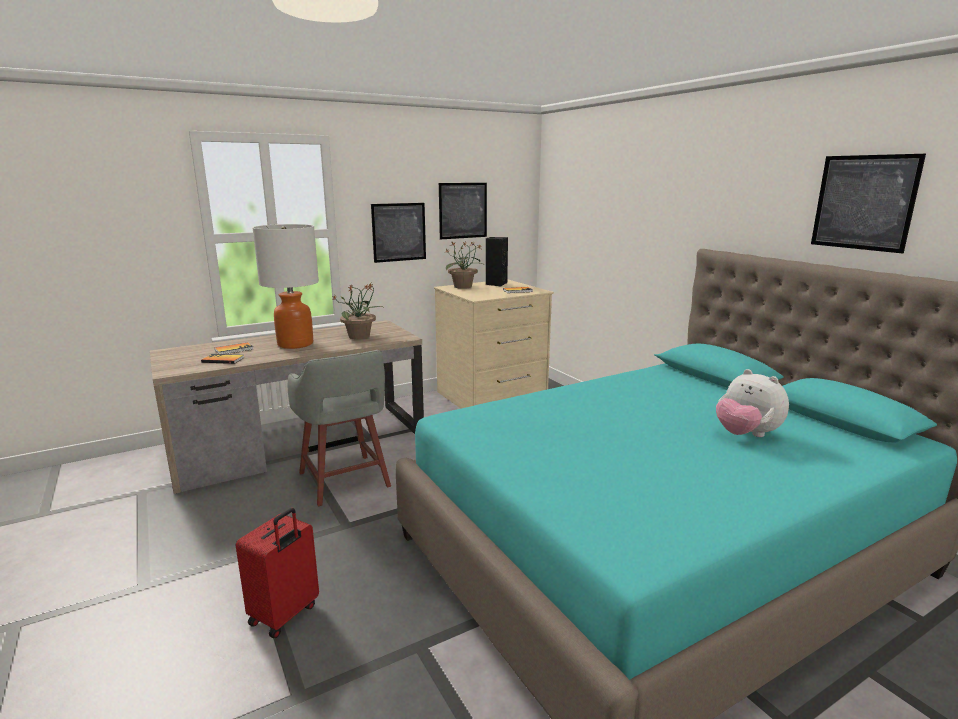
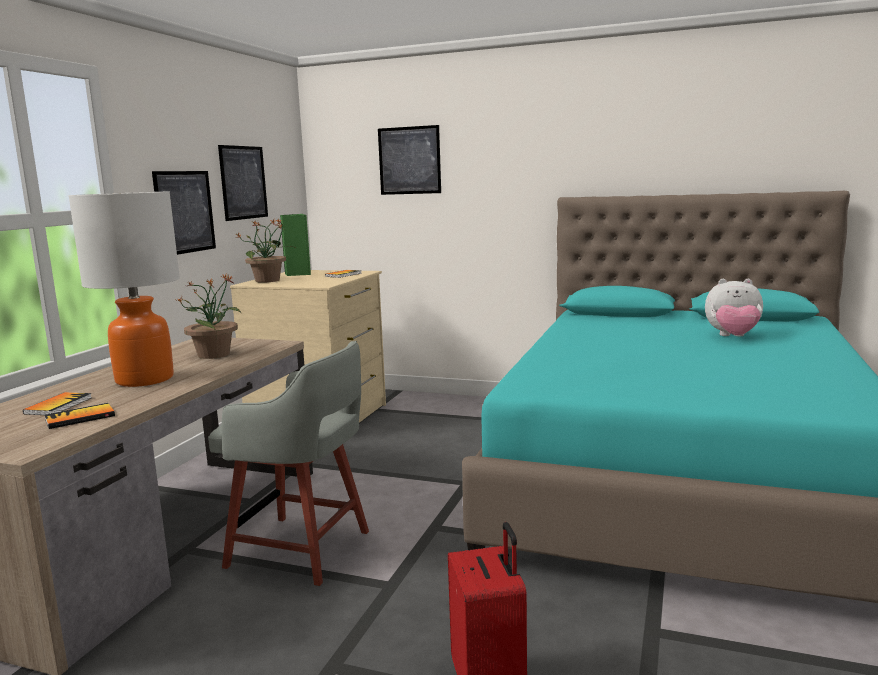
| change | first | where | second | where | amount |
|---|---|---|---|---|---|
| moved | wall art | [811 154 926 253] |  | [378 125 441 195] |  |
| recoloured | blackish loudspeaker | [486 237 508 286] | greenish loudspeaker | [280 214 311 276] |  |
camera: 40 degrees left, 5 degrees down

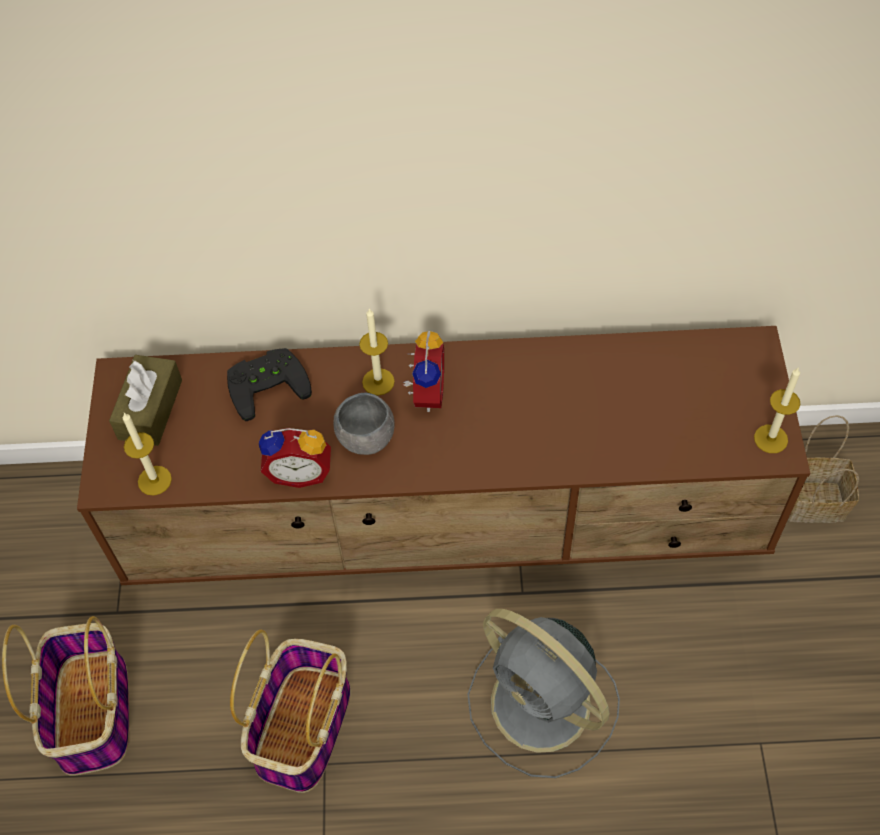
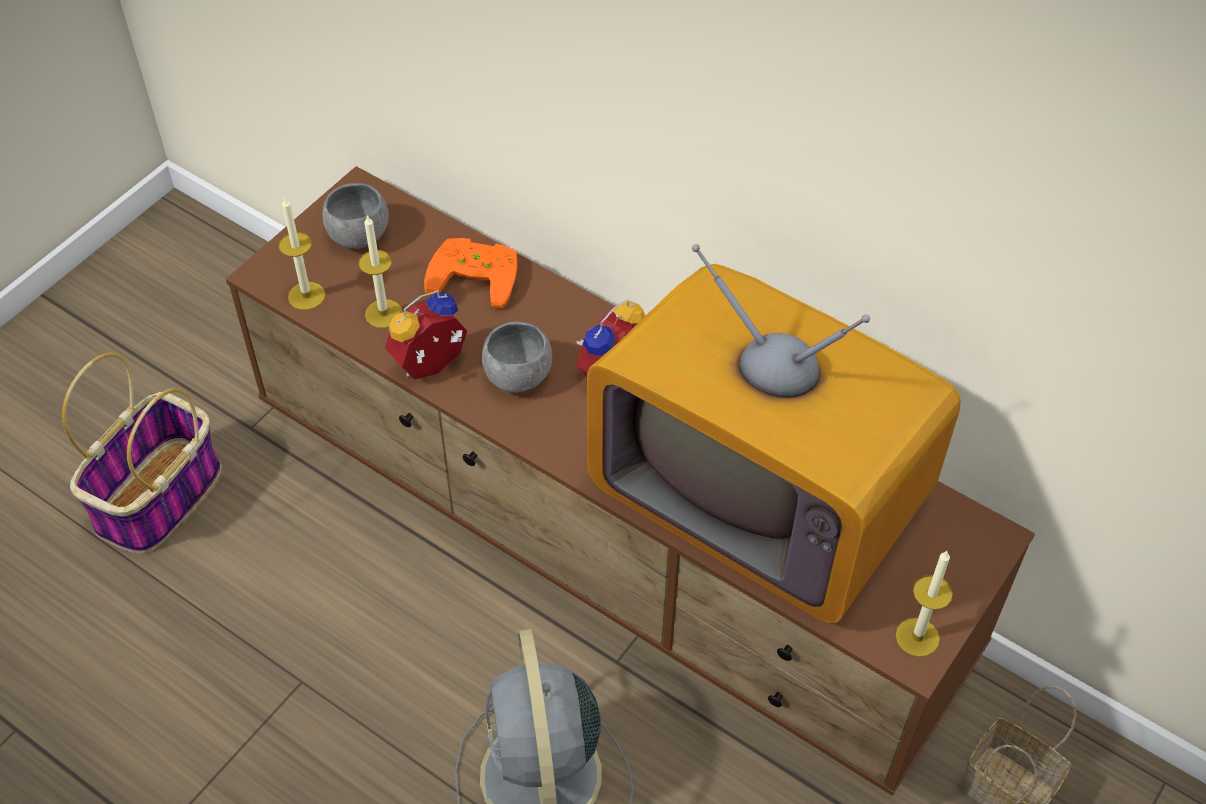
| change | first | where | second | where | amount |
|---|---|---|---|---|---|
| moved | wax candle | [359 308 395 396] |  | [359 215 403 328] |  |
| recoloured | blackish game controller | [227 348 312 421] | orange-coloured game controller | [424 238 517 309] |  |
| replaced | brown tissue holder | [109 355 182 446] | gray deep dish | [322 183 389 249] |  |
| turned | table clock | [259 428 331 488] |  | [385 290 467 380] | 105 degrees clockwise |
| removed | household basket | [230 630 351 793] |  |  |  |
| added |  |  | television | [587 244 960 623] |  |
camera: 35 degrees right, 5 degrees down

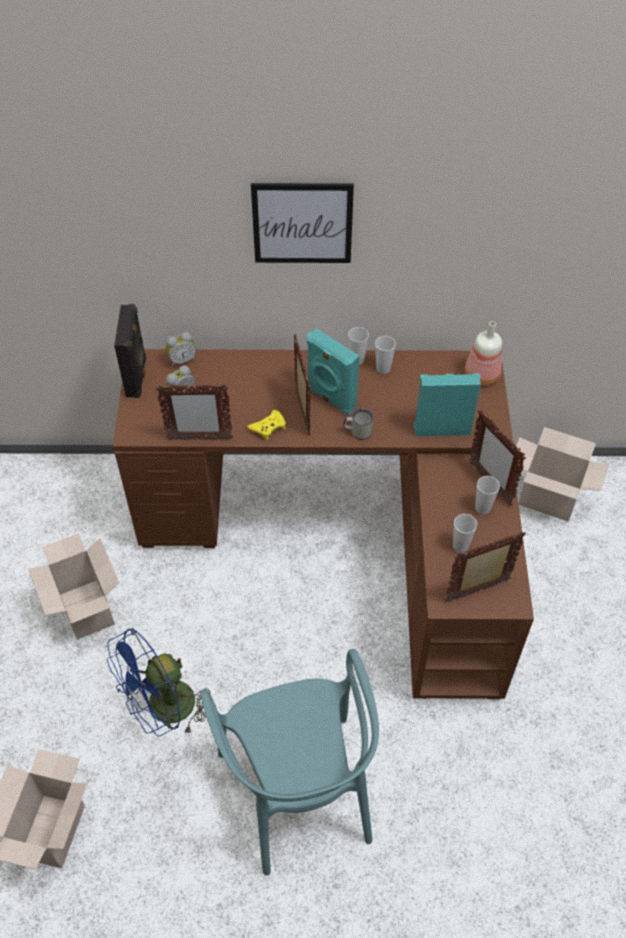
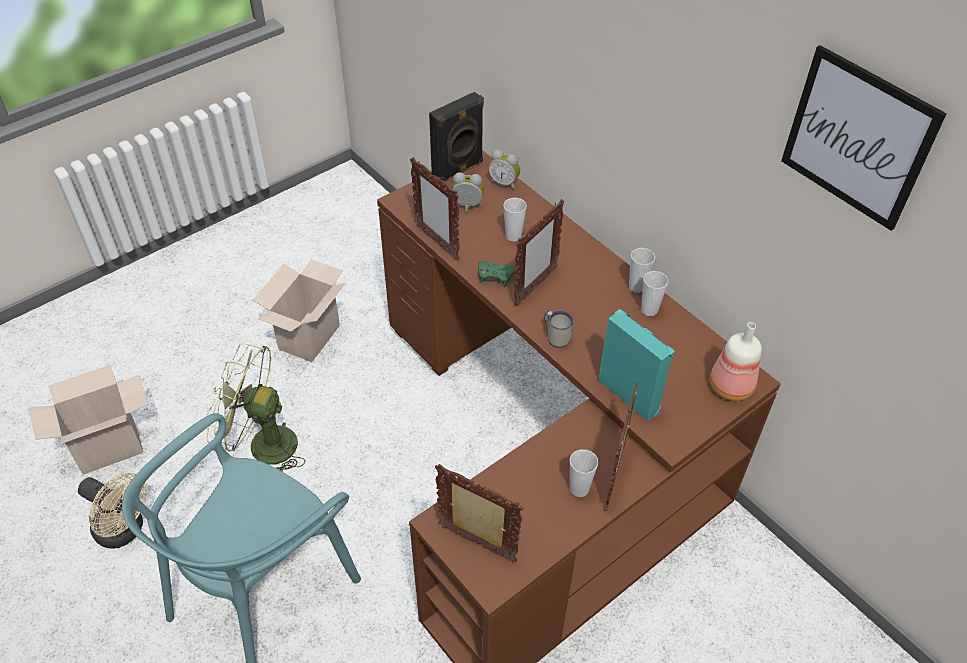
| change | first | where | second | where | amount |
|---|---|---|---|---|---|
| moved | wall art | [251 183 354 263] |  | [781 45 947 231] |  |
| removed | turquoise loudspeaker | [307 328 359 415] |  |  |  |
| recoloured | yellow game controller | [247 410 286 440] | greenish game controller | [478 261 516 286] |  |
| removed | carton | [516 427 610 521] |  |  |  |
| moved | cup | [453 514 477 553] |  | [503 198 527 242] |  |
| recoloured | bluish fan | [107 628 211 736] | greenish fan | [206 343 305 472] |  |
| added |  |  | sand-coloured fan | [78 473 147 549] |  |
camera: 50 degrees right, 5 degrees down

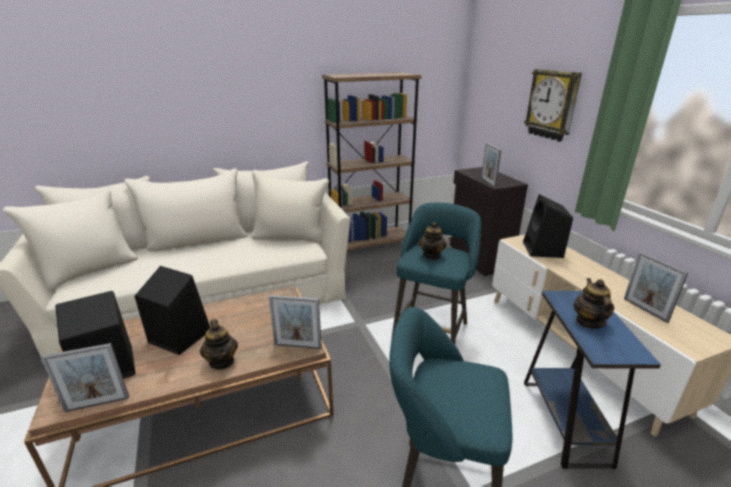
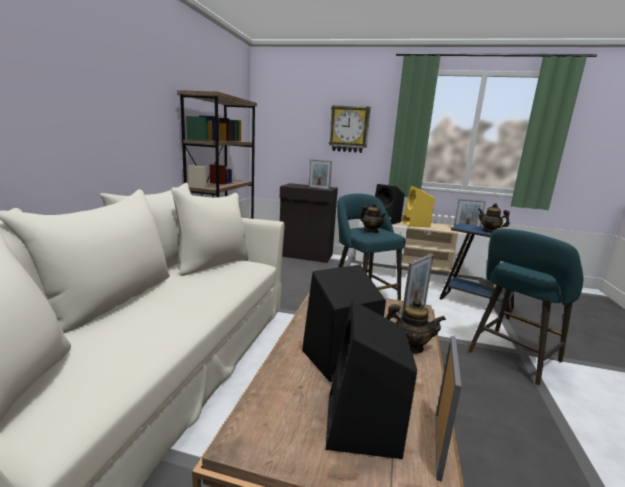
| change | first | where | second | where | amount |
|---|---|---|---|---|---|
| added |  |  | yellow loudspeaker | [402 186 435 227] |  |
camera: 55 degrees left, 10 degrees down

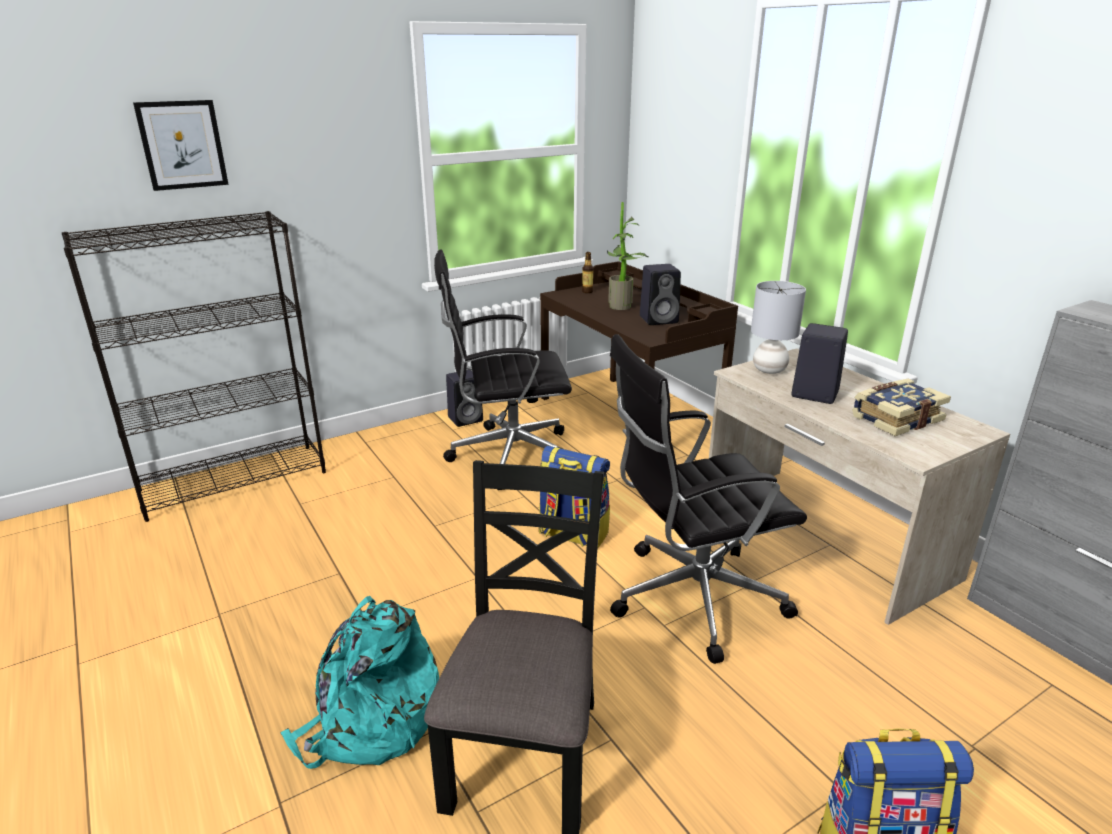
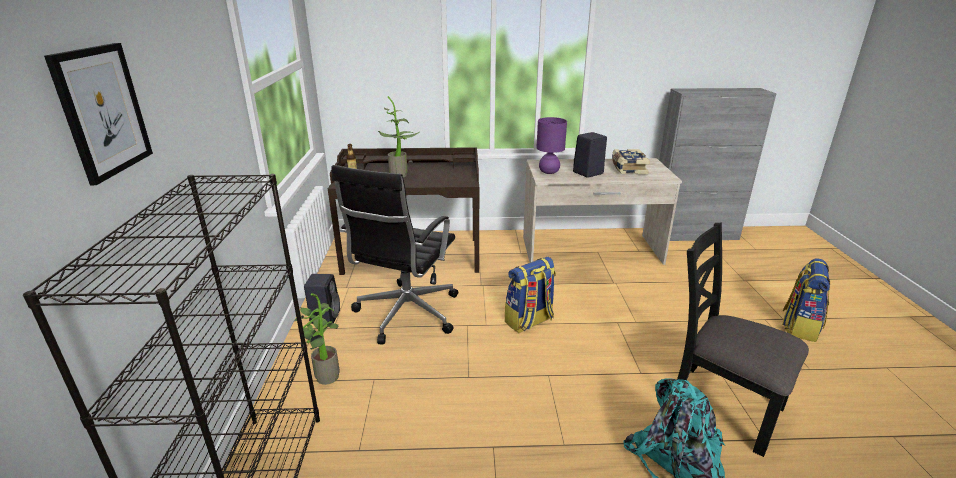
| change | first | where | second | where | amount |
|---|---|---|---|---|---|
| removed | blackish loudspeaker | [640 264 681 325] |  |  |  |
| recoloured | gray tabletop lamp | [751 281 806 374] | purple tabletop lamp | [536 117 567 174] |  |
| removed | blackish desk chair | [610 334 807 664] |  |  |  |
| added |  |  | potted plant | [294 293 340 385] |  |
camera: 60 degrees left, 0 degrees up

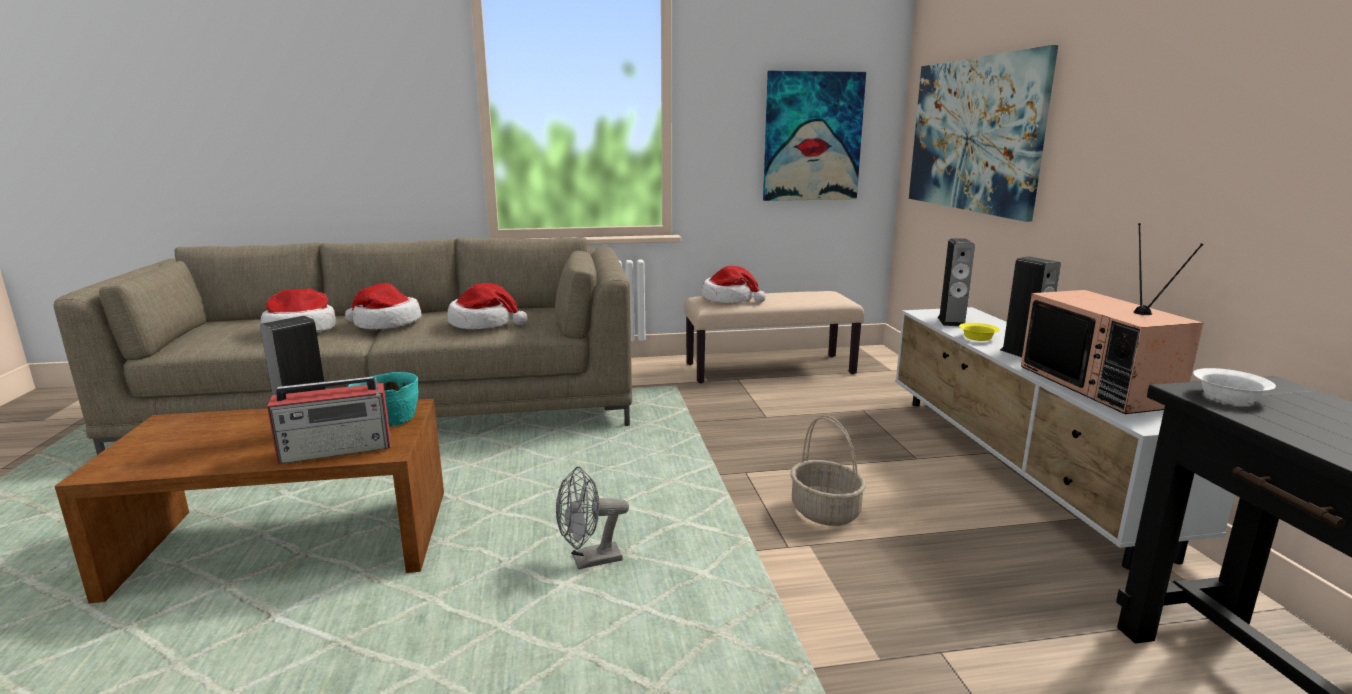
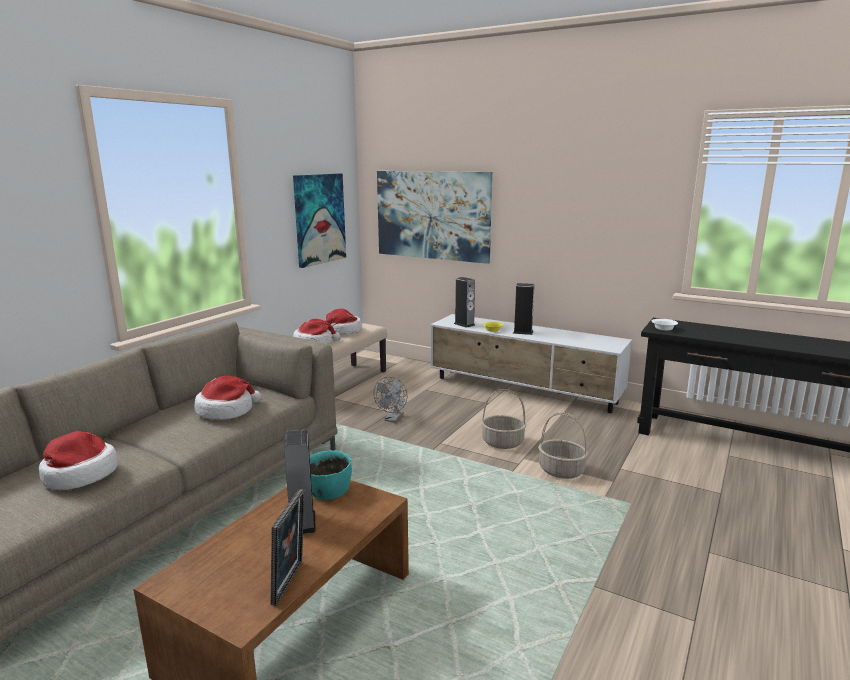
| change | first | where | second | where | amount |
|---|---|---|---|---|---|
| removed | television | [1021 223 1204 414] |  |  |  |
| moved | wearable hat | [345 283 422 329] |  | [325 309 362 335] |  |
| removed | radio set | [267 376 391 464] |  |  |  |
| moved | gray fan | [556 466 629 569] |  | [374 377 407 423] |  |
| added |  |  | household basket | [538 412 588 479] |  |
| added |  |  | photo frame | [271 489 305 606] |  |
camera: 50 degrees left, 0 degrees up

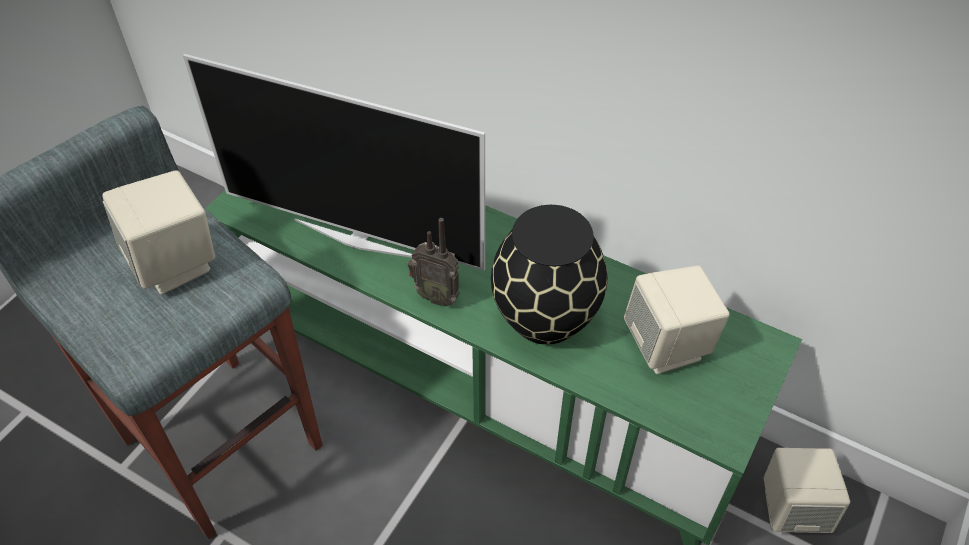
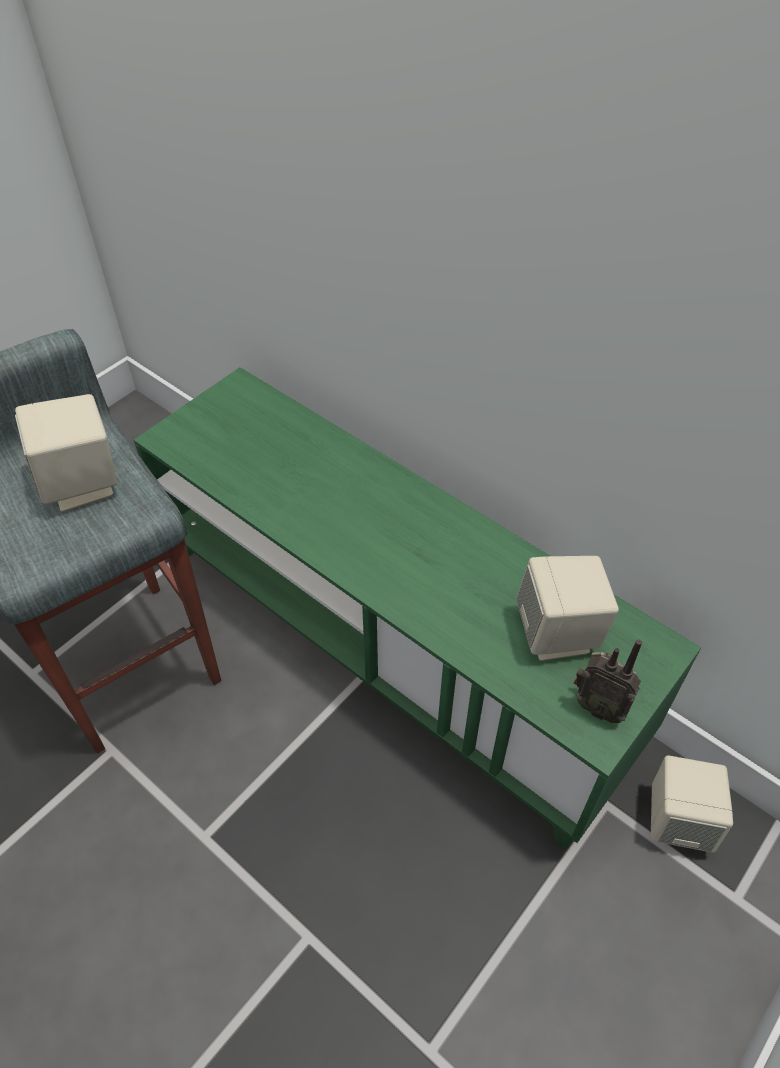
| change | first | where | second | where | amount |
|---|---|---|---|---|---|
| removed | television | [183 54 485 271] |  |  |  |
| removed | blackish decorative vase | [491 205 607 345] |  |  |  |
| moved | radio set | [408 218 460 306] |  | [574 639 642 723] |  |
camera: 10 degrees right, 0 degrees up

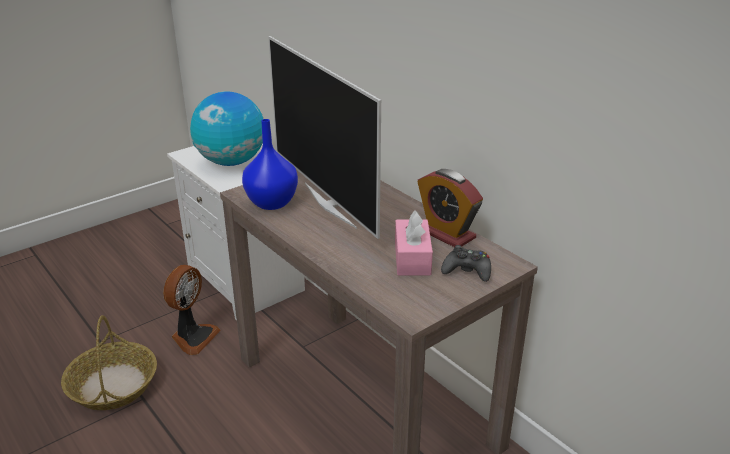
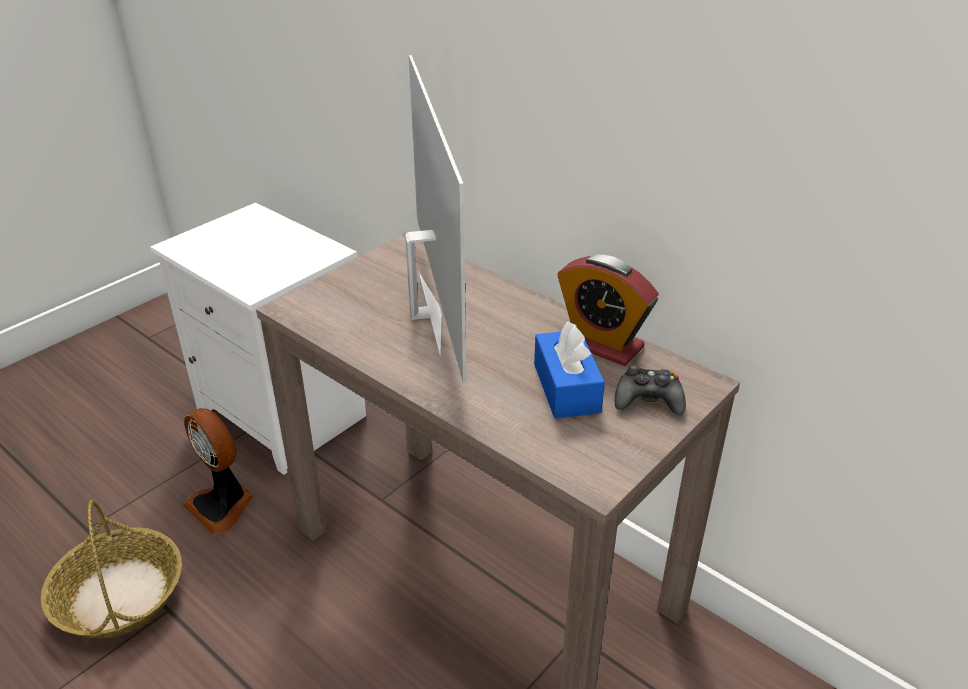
| change | first | where | second | where | amount |
|---|---|---|---|---|---|
| turned | television | [268 36 381 239] |  | [405 55 467 383] | 150 degrees counterclockwise |
| removed | world globe | [190 91 263 166] |  |  |  |
| removed | bluish decorative vase | [242 119 298 210] |  |  |  |
| recoloured | pinkish tissue holder | [395 210 433 275] | bluish tissue holder | [534 321 605 419] |  |
| turned | fan | [163 265 221 355] |  | [183 408 253 535] | 120 degrees clockwise |
camera: 10 degrees left, 5 degrees up

